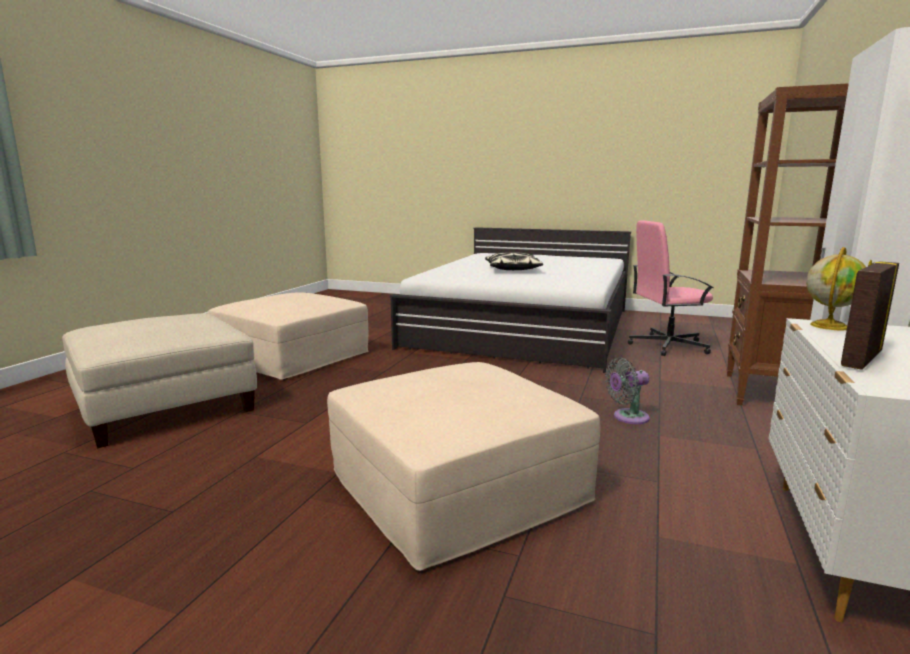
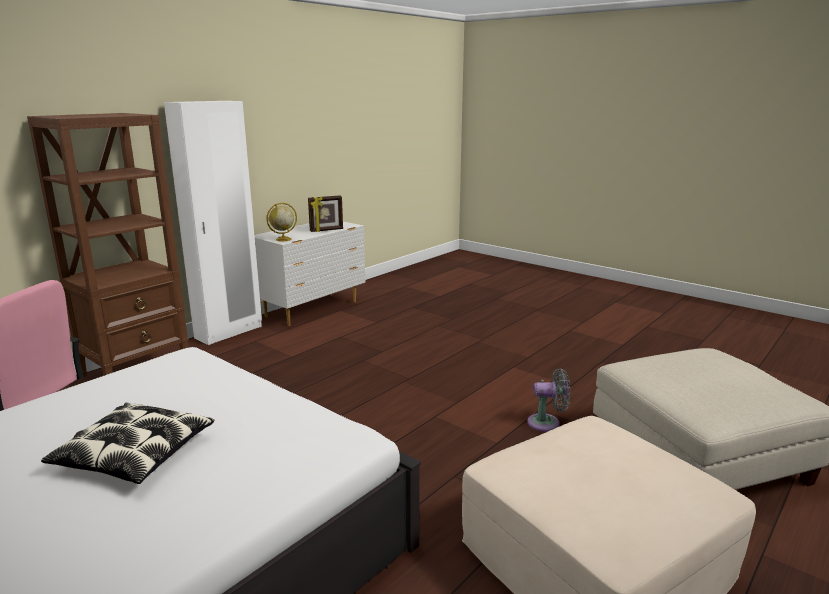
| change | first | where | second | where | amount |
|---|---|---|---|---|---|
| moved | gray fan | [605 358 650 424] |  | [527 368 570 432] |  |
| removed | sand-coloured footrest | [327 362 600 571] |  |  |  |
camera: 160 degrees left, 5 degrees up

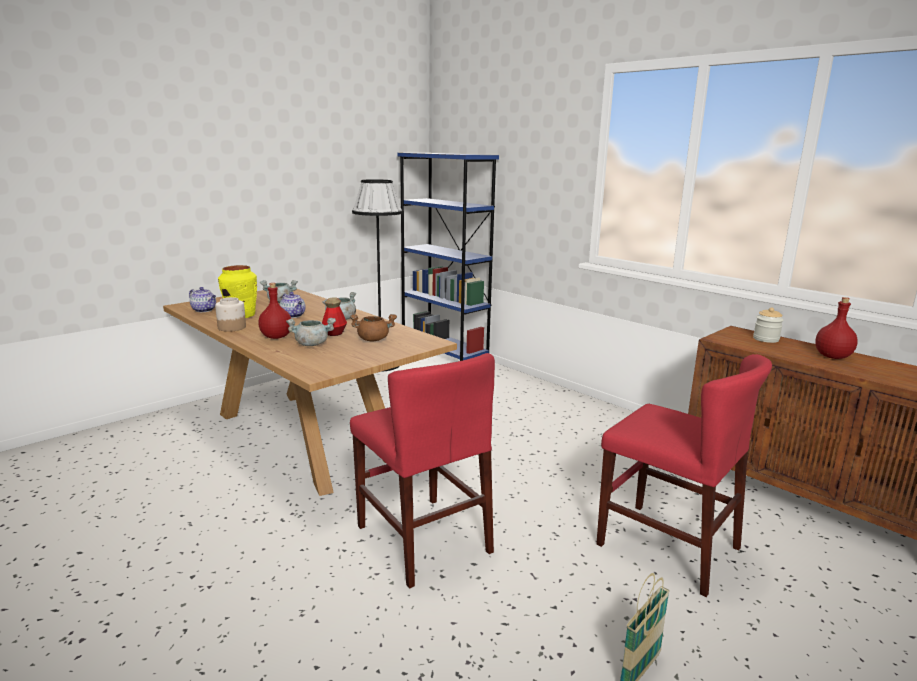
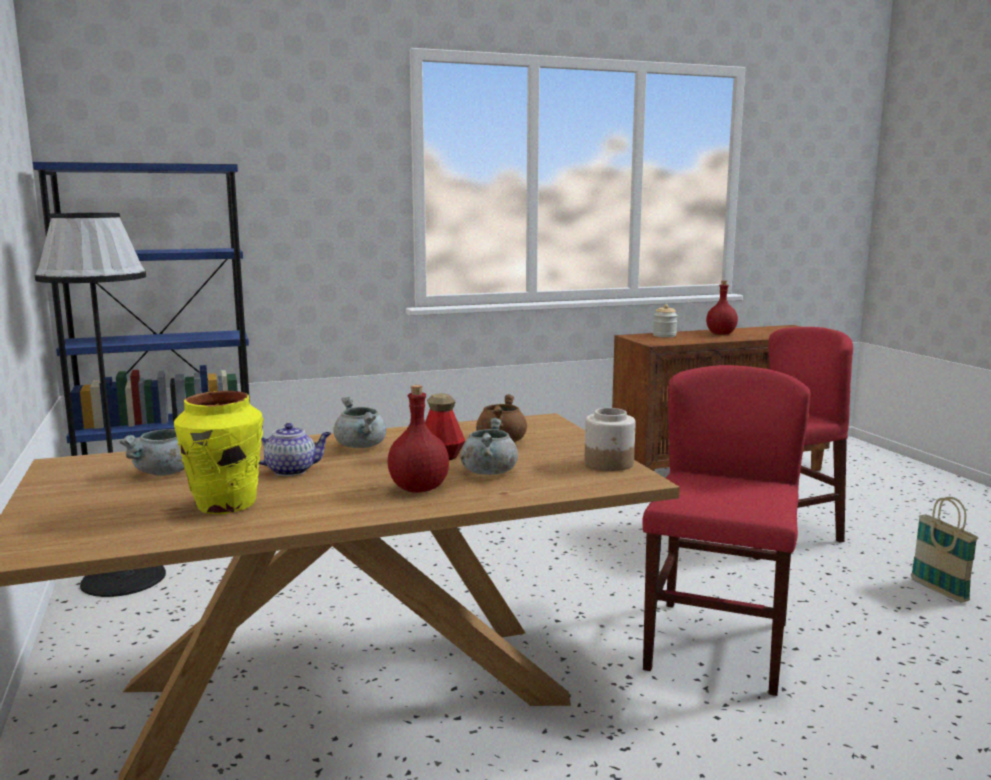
| change | first | where | second | where | amount |
|---|---|---|---|---|---|
| removed | teapot | [189 287 216 312] |  |  |  |
| moved | storage jar | [215 297 246 332] |  | [585 408 636 471] |  |
| turned | red plain chair | [350 353 495 589] |  | [642 365 811 696] | 60 degrees counterclockwise |
camera: 65 degrees left, 5 degrees down

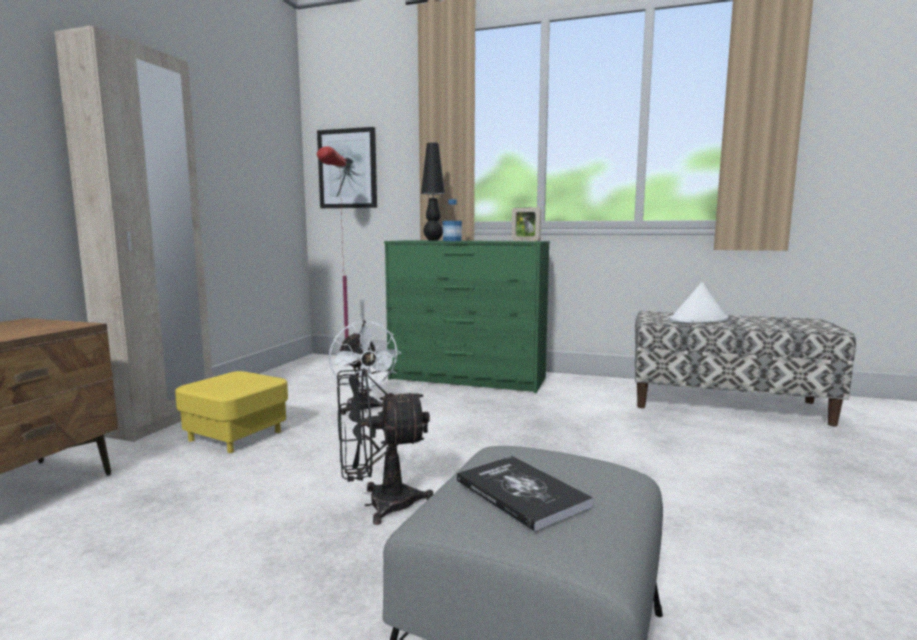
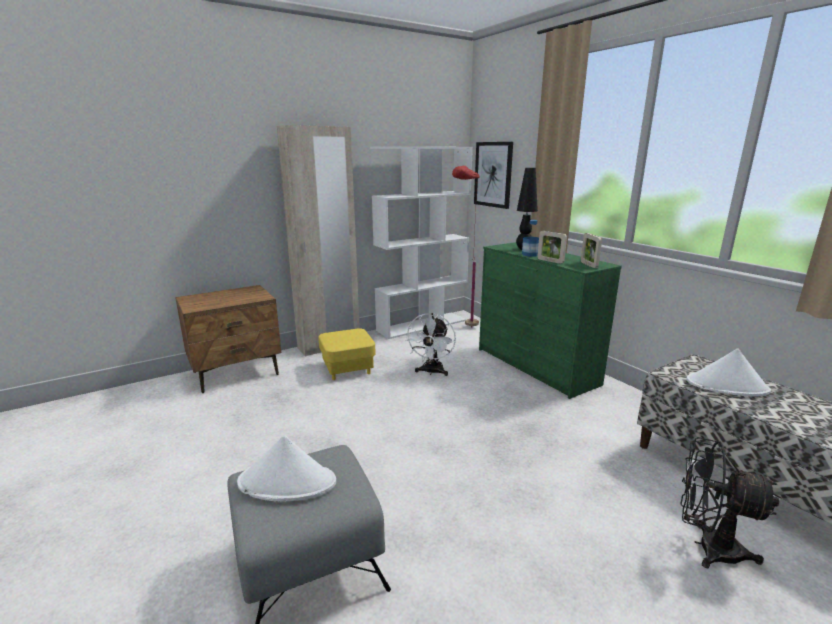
| change | first | where | second | where | amount |
|---|---|---|---|---|---|
| moved | blackish fan | [337 368 433 525] |  | [681 437 779 568] |  |
| replaced | volume | [457 456 593 532] | white-coloured wearable hat | [237 435 336 501] |  |
| added |  |  | white-coloured bookcase | [370 146 473 339] |  |
| added |  |  | photo frame | [537 231 567 264] |  |
camera: 40 degrees right, 10 degrees up

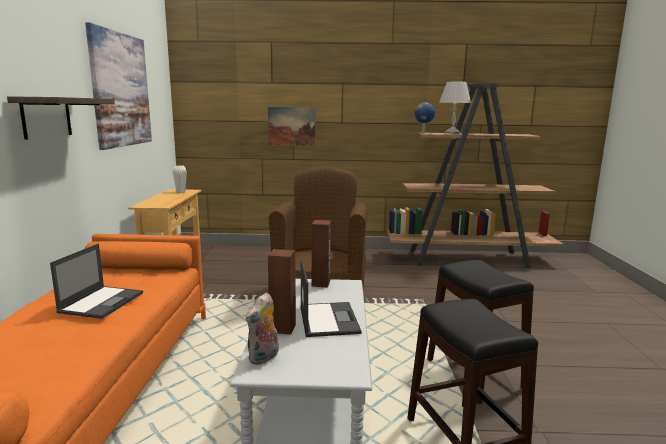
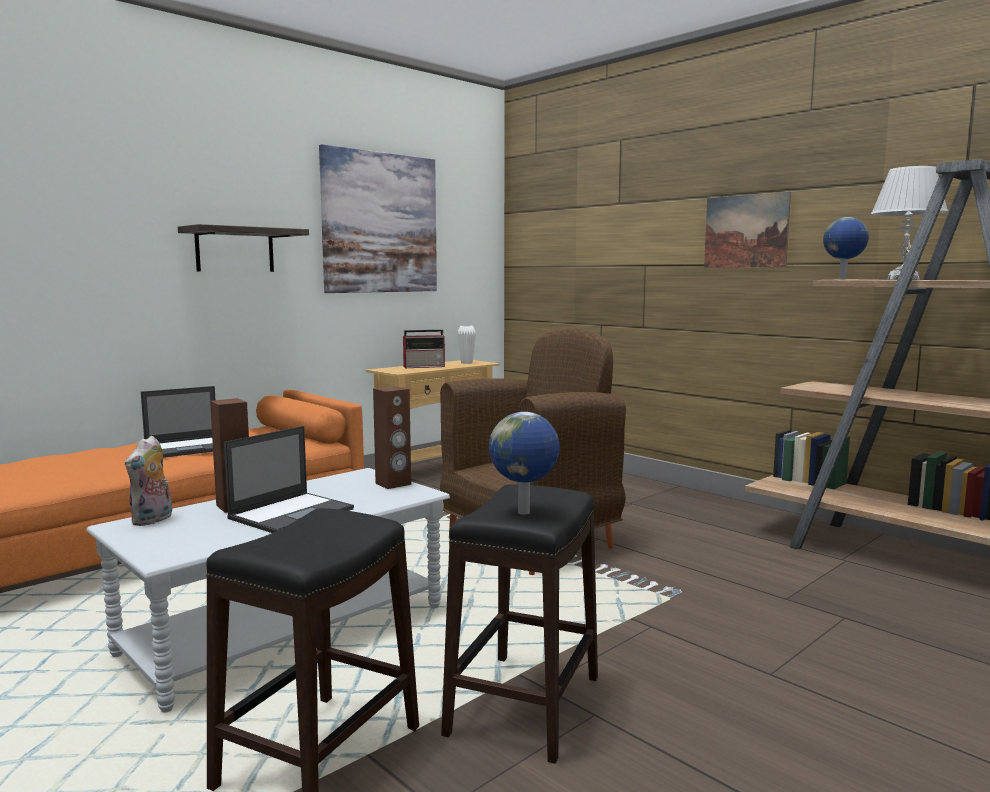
| change | first | where | second | where | amount |
|---|---|---|---|---|---|
| moved | wall art | [268 107 315 146] |  | [704 192 791 268] |  |
| turned | soft toy | [246 293 279 365] |  | [125 436 172 526] | 60 degrees counterclockwise |
| added |  |  | radio set | [403 330 446 368] |  |
| added |  |  | world globe | [489 412 560 515] |  |
camera: 45 degrees right, 5 degrees down

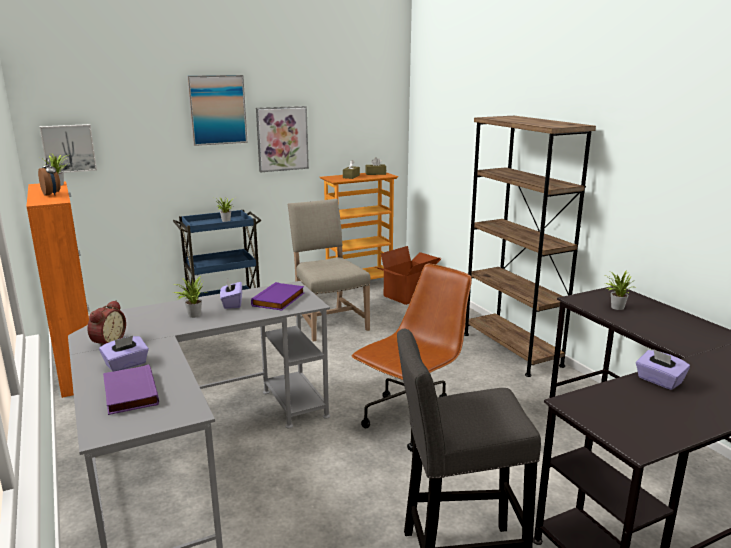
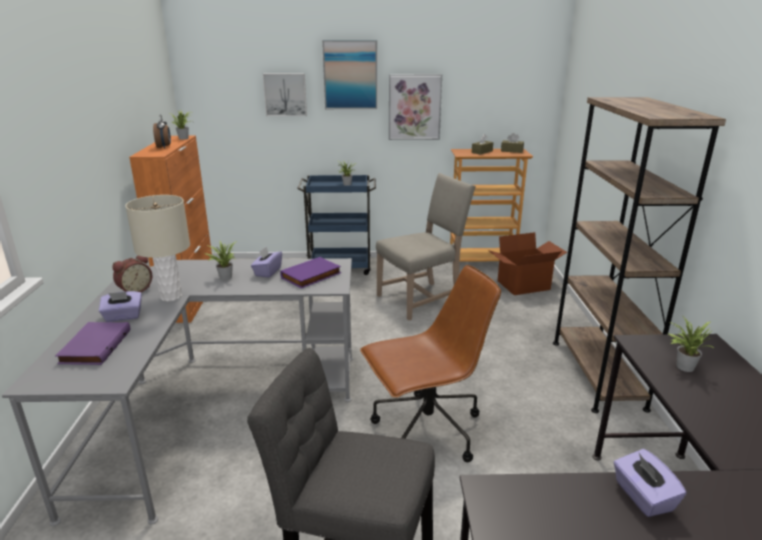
| change | first | where | second | where | amount |
|---|---|---|---|---|---|
| moved | wall art | [39 124 97 173] |  | [263 73 307 116] |  |
| turned | sand-coloured plain chair | [288 198 371 342] |  | [376 173 476 320] | 60 degrees clockwise |
| added |  |  | sand-coloured tabletop lamp | [125 195 190 302] |  |
camera: 25 degrees right, 5 degrees up

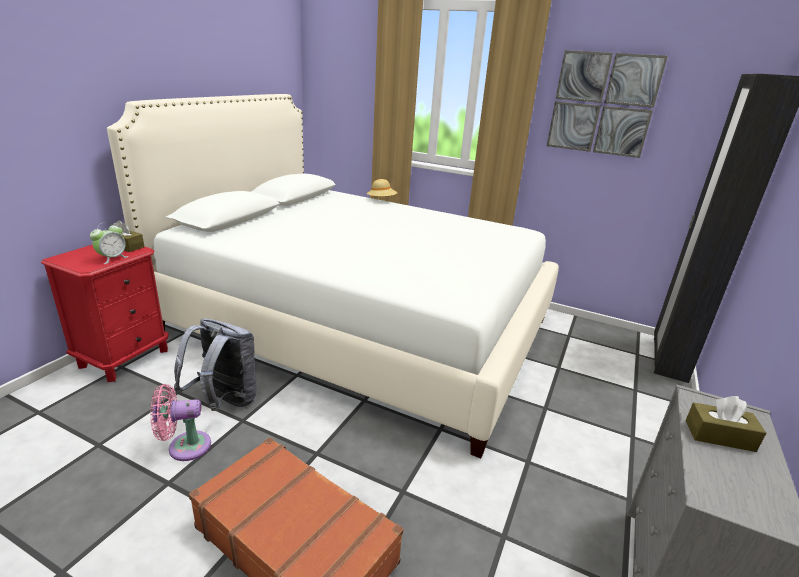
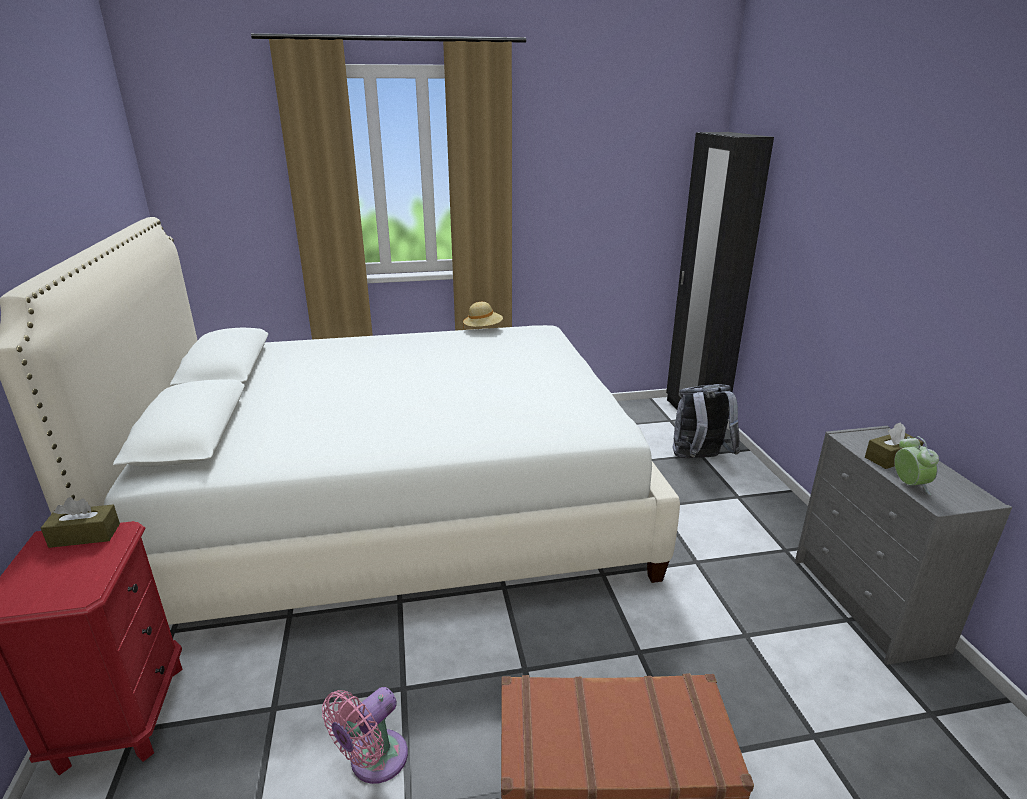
| change | first | where | second | where | amount |
|---|---|---|---|---|---|
| removed | wall art | [547 50 668 158] |  |  |  |
| moved | sand-coloured wearable hat | [367 179 398 197] |  | [463 302 503 329] |  |
| moved | table clock | [90 222 129 264] |  | [894 436 939 495] |  |
| moved | gray knapsack | [174 318 257 411] |  | [673 384 740 458] |  |
camera: 35 degrees left, 0 degrees up

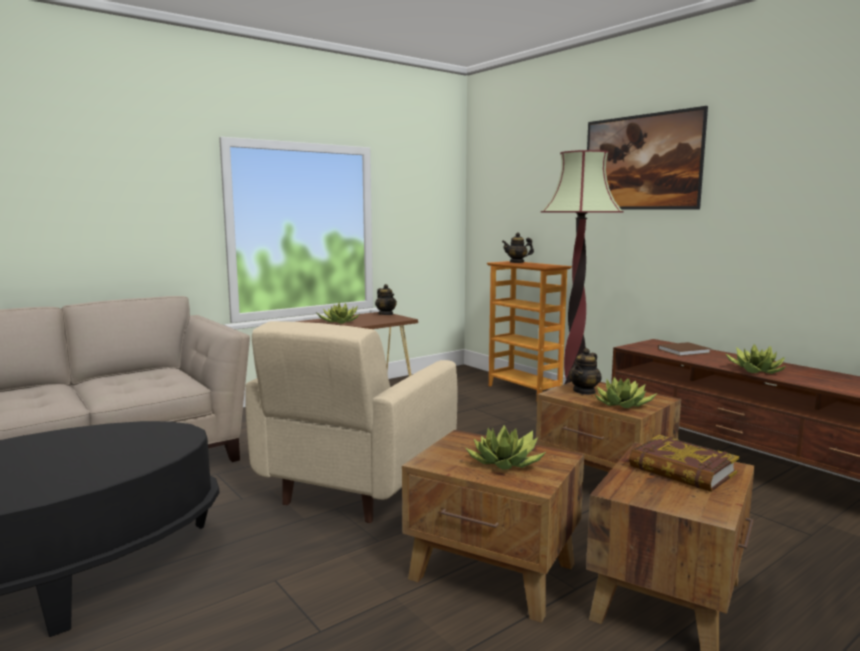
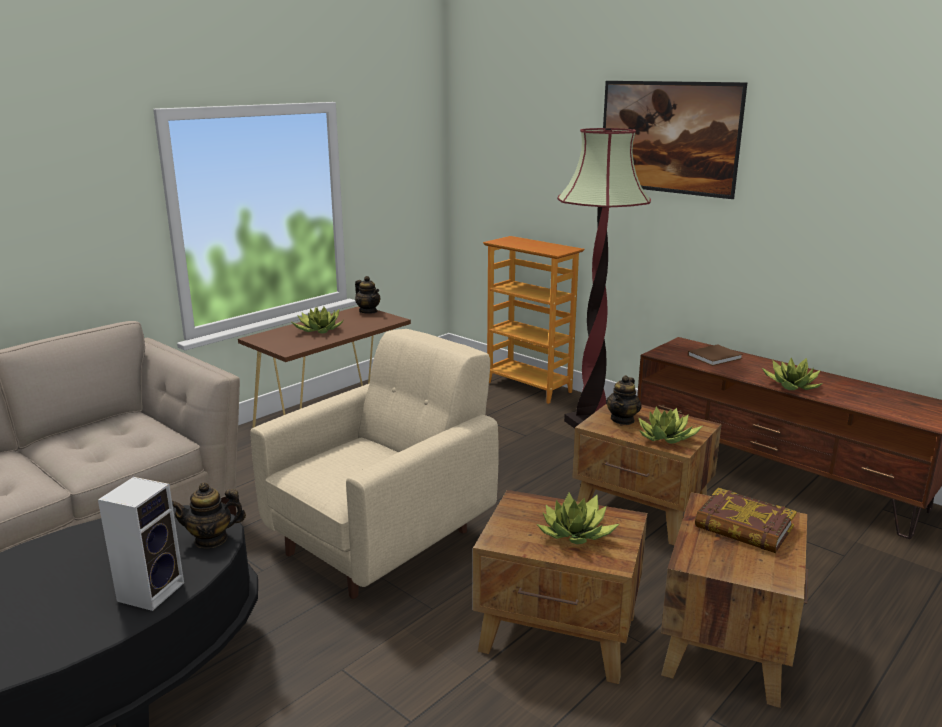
| change | first | where | second | where | amount |
|---|---|---|---|---|---|
| moved | teapot | [502 233 534 263] |  | [172 482 246 549] |  |
| turned | sand-coloured easy chair | [245 321 457 523] |  | [250 329 499 599] | 150 degrees counterclockwise |
| added |  |  | loudspeaker | [98 477 184 611] |  |
camera: 10 degrees left, 10 degrees up

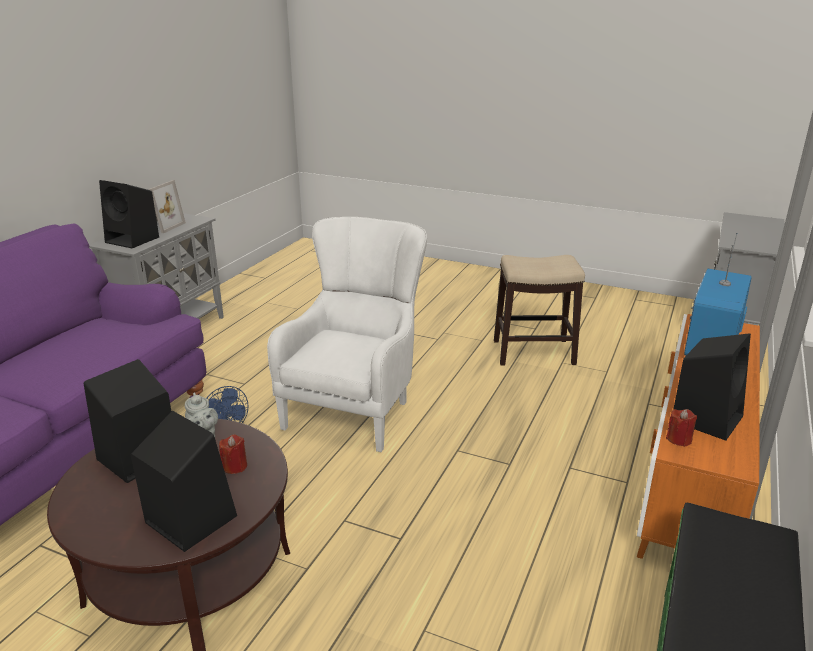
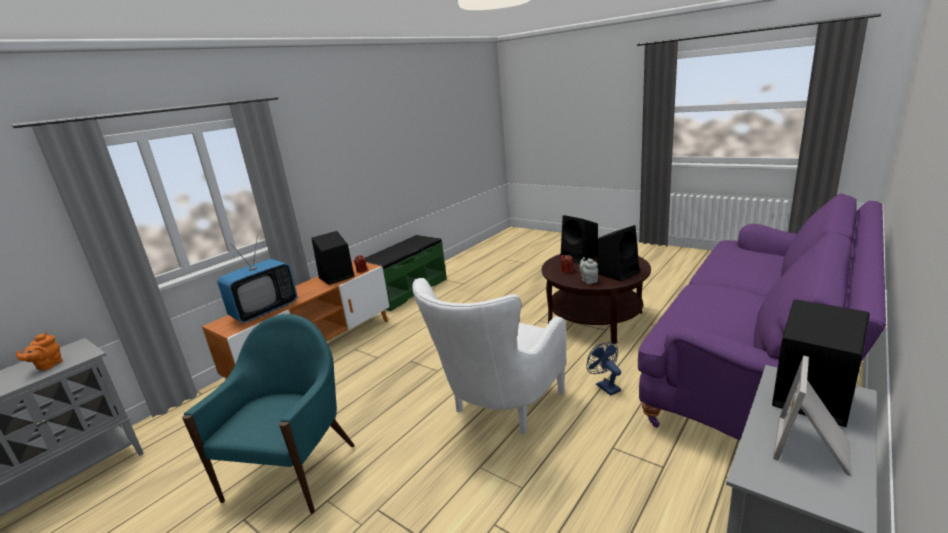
| change | first | where | second | where | amount |
|---|---|---|---|---|---|
| replaced | stool | [494 255 585 366] | turquoise easy chair | [182 314 355 514] |  |
| added |  |  | orange-coloured teapot | [15 332 63 371] |  |
camera: 165 degrees left, 5 degrees down

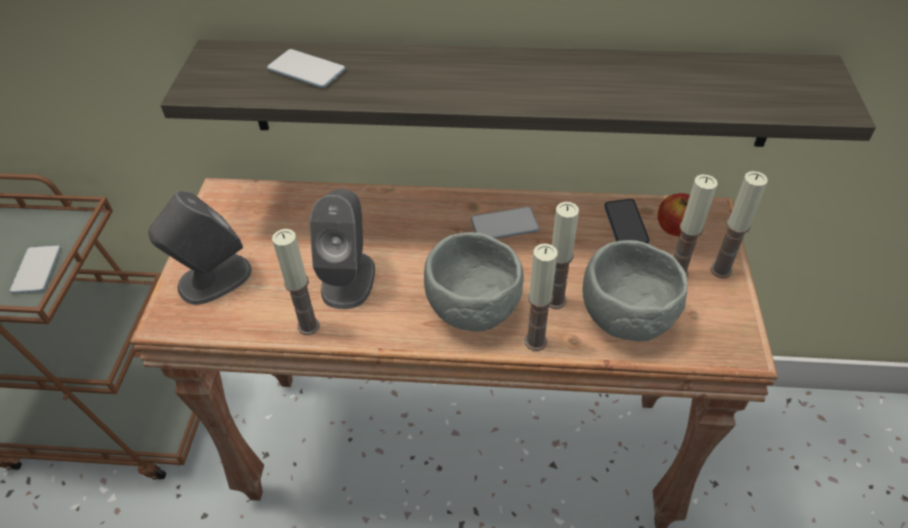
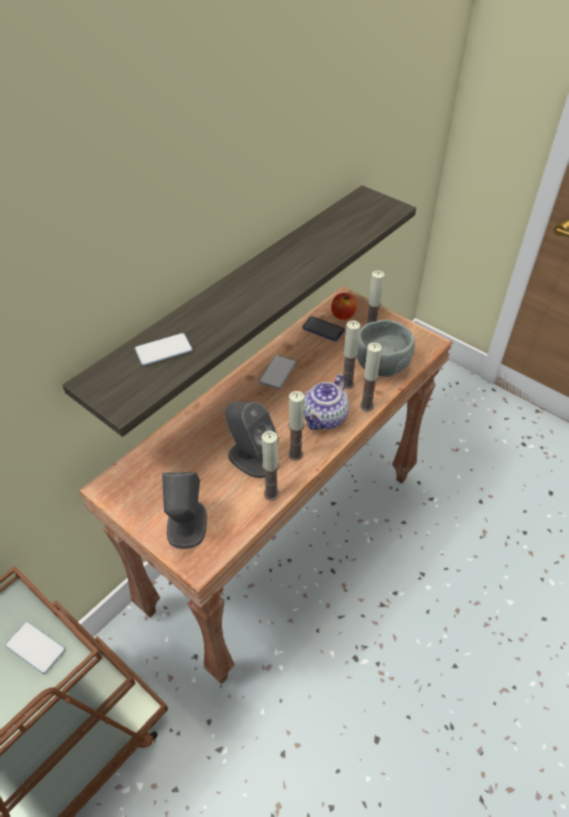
| change | first | where | second | where | amount |
|---|---|---|---|---|---|
| moved | wax candle | [710 171 768 278] |  | [288 391 304 460] |  |
| replaced | gray deep dish | [424 232 524 332] | teapot | [304 374 349 430] |  |
camera: 55 degrees left, 0 degrees up

